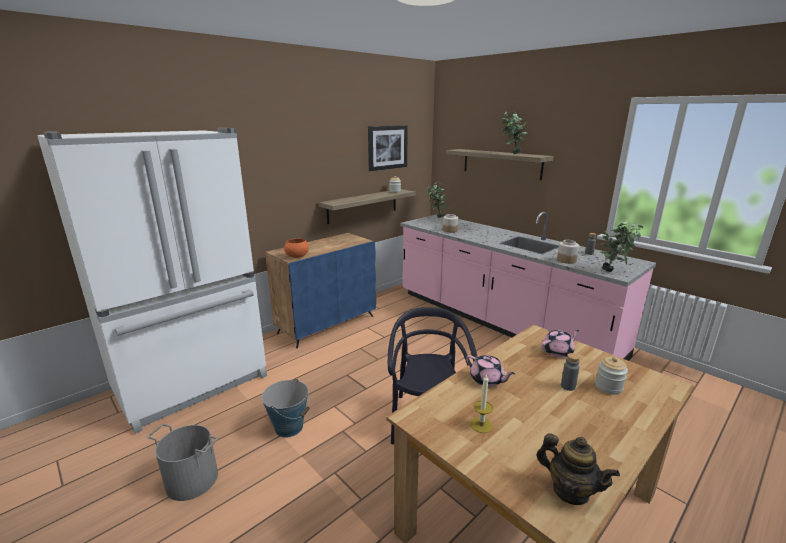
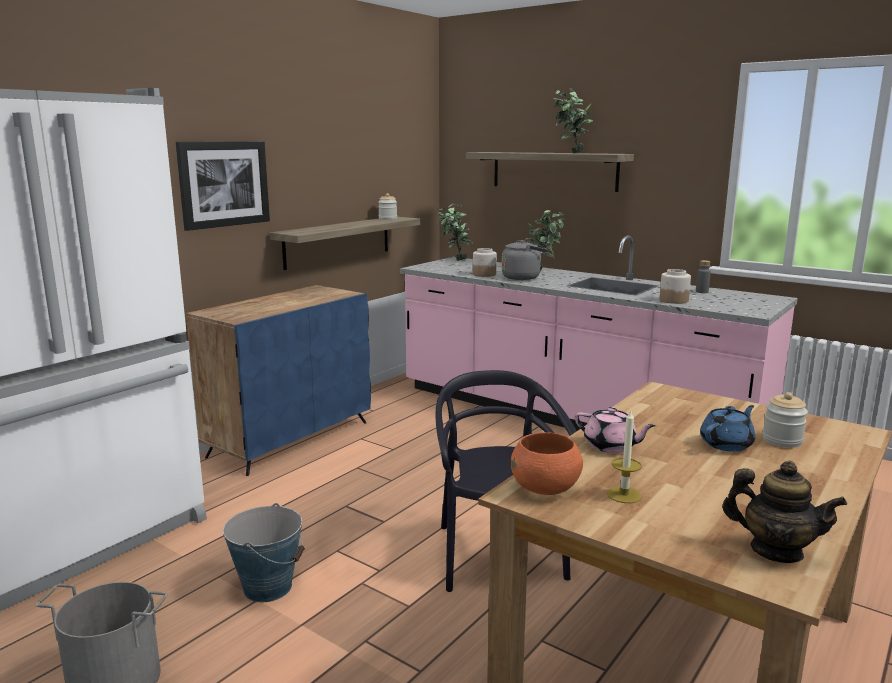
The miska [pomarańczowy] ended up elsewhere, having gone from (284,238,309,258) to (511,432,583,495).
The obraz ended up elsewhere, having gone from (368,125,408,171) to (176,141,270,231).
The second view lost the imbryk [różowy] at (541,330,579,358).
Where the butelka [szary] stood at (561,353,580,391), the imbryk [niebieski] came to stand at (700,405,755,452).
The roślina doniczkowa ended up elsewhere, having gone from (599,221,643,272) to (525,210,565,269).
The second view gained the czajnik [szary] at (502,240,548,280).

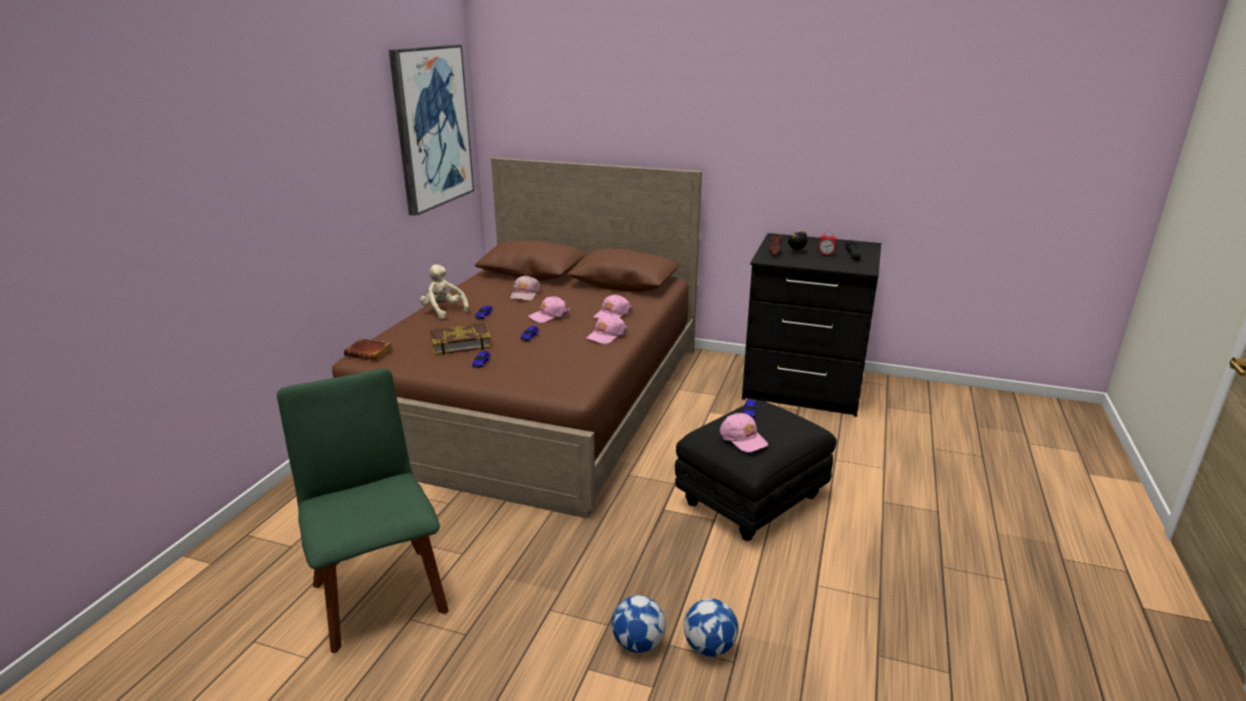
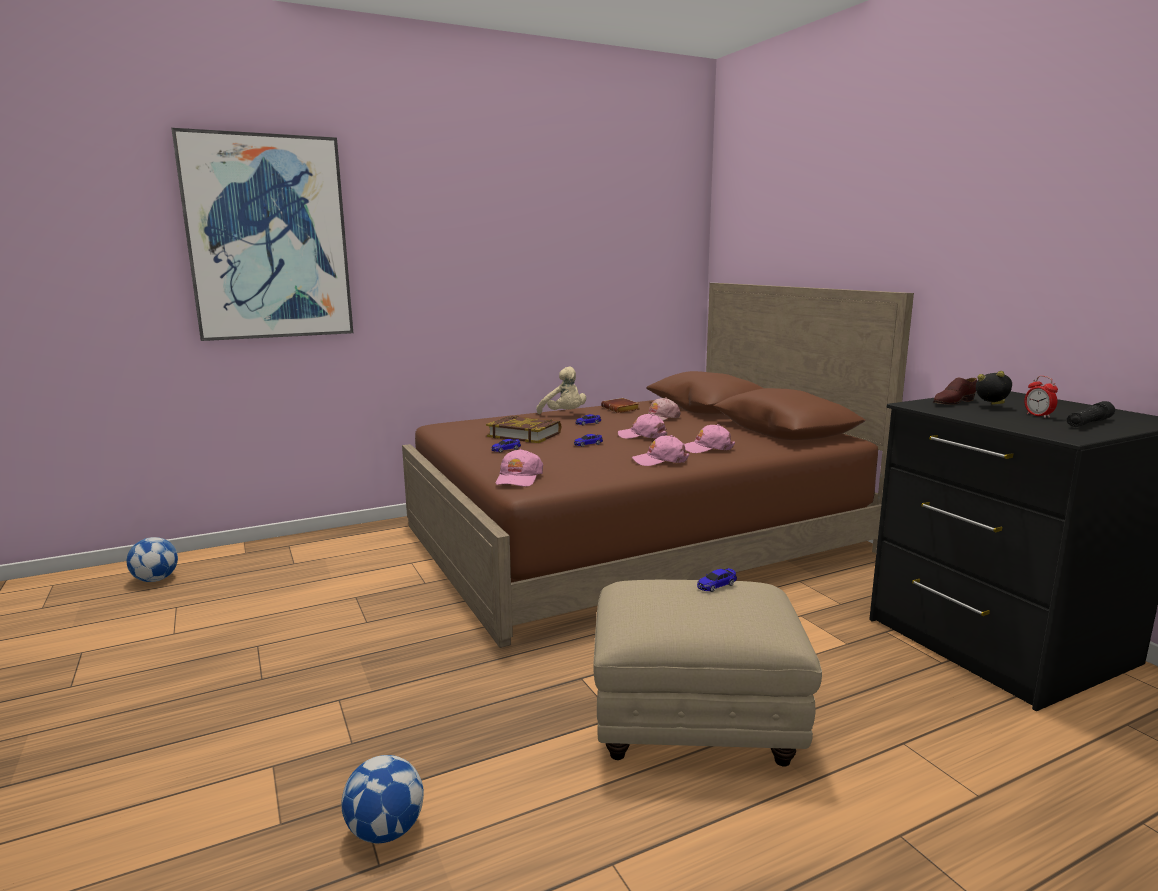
The second view lost the krzesło [zielony] at (277,368,449,653).
The książka [brązowy] ended up elsewhere, having gone from (344,338,393,361) to (601,398,639,413).
The obraz ended up elsewhere, having gone from (389,45,474,216) to (171,128,353,341).
The pluszak [beżowy] at (420,264,469,319) ended up facing another way, 135 degrees clockwise from before.
The piłka futbolowa ended up elsewhere, having gone from (612,595,666,653) to (126,537,178,582).
What was the pufa [czarny] at (675,400,837,541) turned into the pufa [beżowy] at (593,580,822,767).
The czapka z daszkiem [różowy] ended up elsewhere, having gone from (720,413,768,452) to (496,449,543,487).

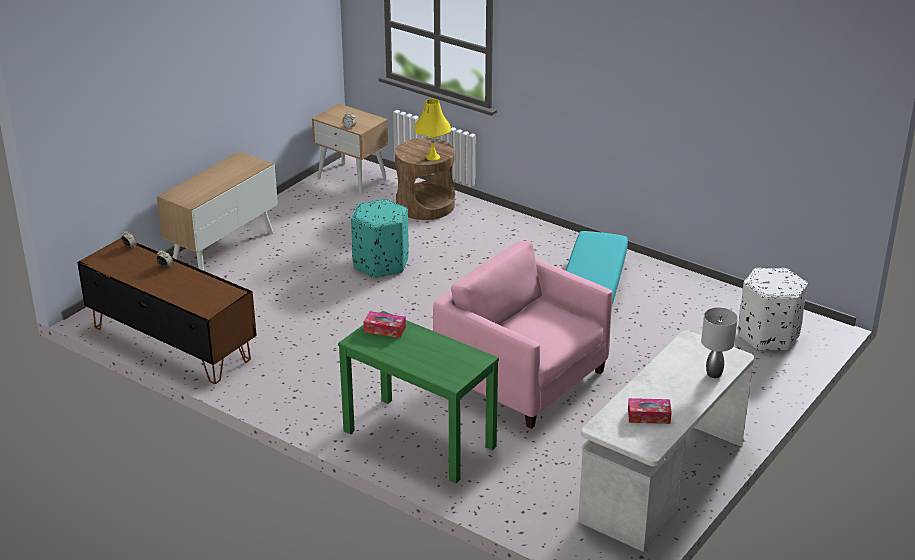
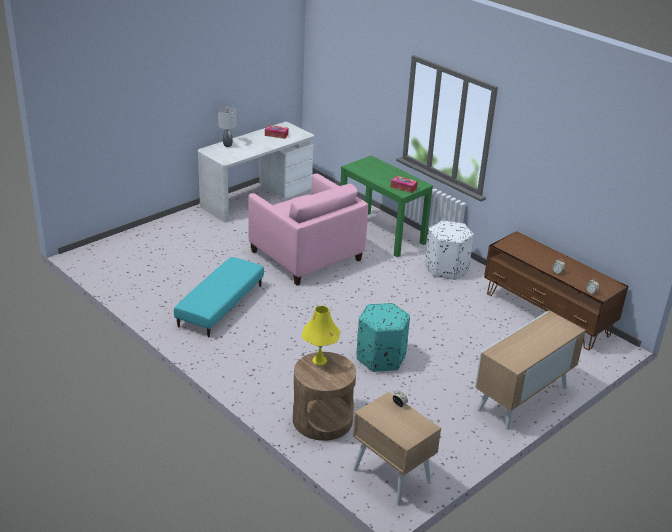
The pufa [biały] ended up elsewhere, having gone from (738,268,808,351) to (425,220,474,280).

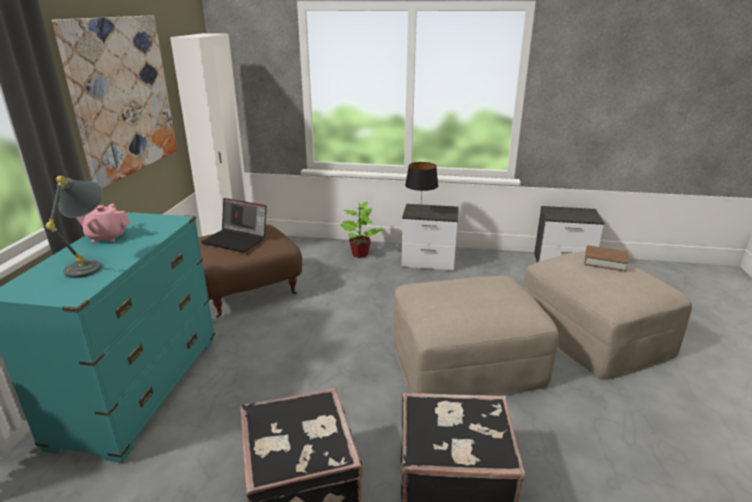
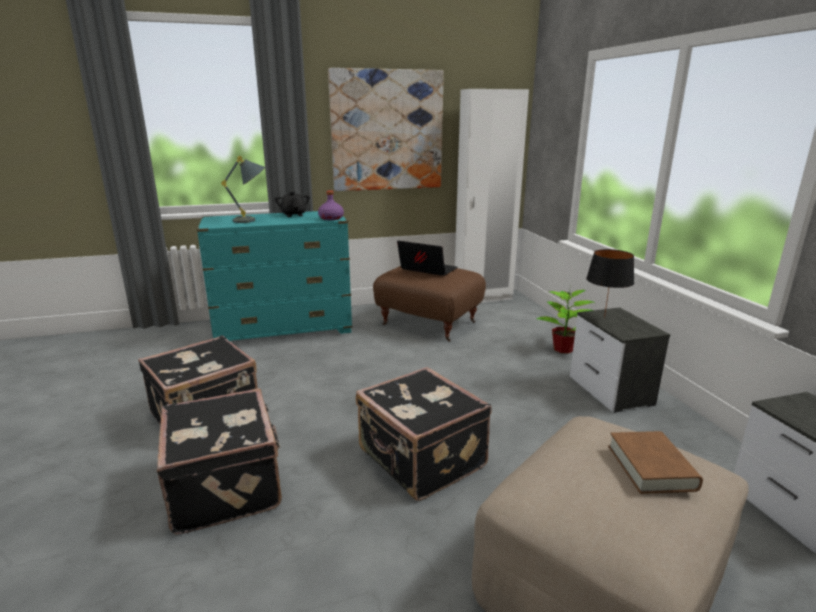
What was the imbryk [różowy] at (77,203,130,242) turned into the imbryk [czarny] at (275,191,310,217).
The laptop at (201,198,267,252) ended up facing another way, 120 degrees clockwise from before.
Where the pufa [beżowy] stood at (393,276,559,396), the walizka [czarny] came to stand at (356,367,492,501).
The second view gained the butelka [fioletowy] at (318,191,344,220).

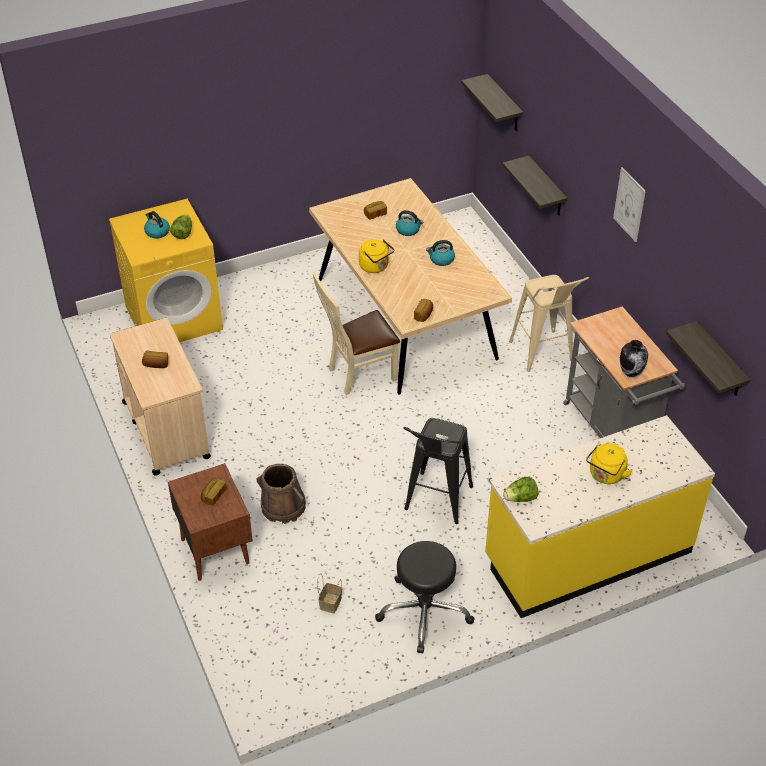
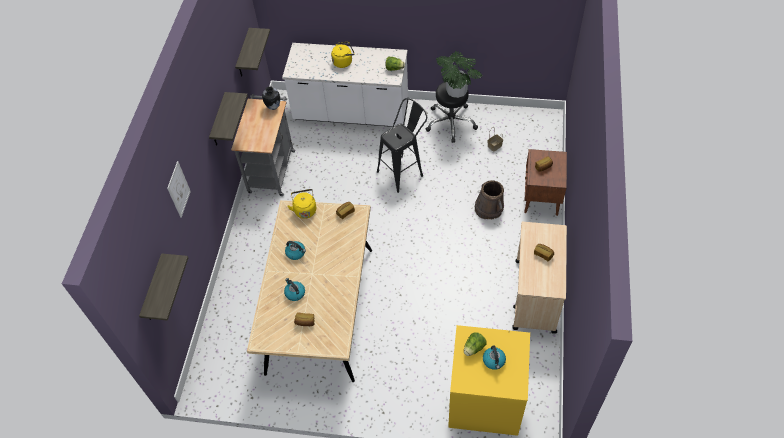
The second view lost the krzesło [beżowy] at (313,272,400,395).
The czajnik [żółty] ended up elsewhere, having gone from (359,239,394,273) to (287,189,316,219).
What was the zabudowa kuchenna [żółty] at (485,415,715,618) turned into the zabudowa kuchenna [biały] at (282,43,408,127).
The półka ended up elsewhere, having gone from (502,156,567,215) to (209,92,248,145).
The second view lost the stołek [beżowy] at (509,275,589,372).
The obraz ended up elsewhere, having gone from (613,167,646,242) to (167,161,191,218).
The second view gained the roślina doniczkowa at (436,51,483,98).

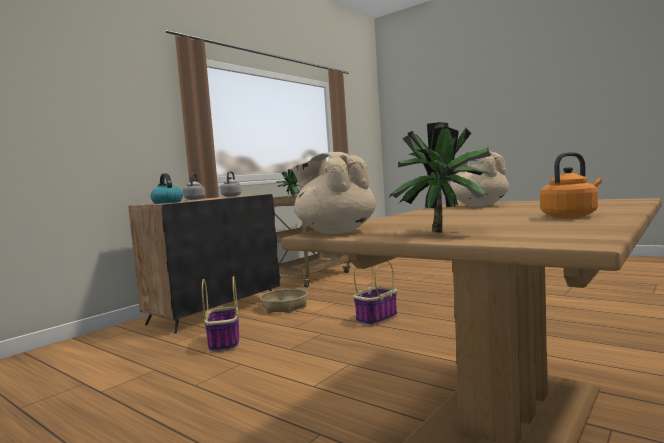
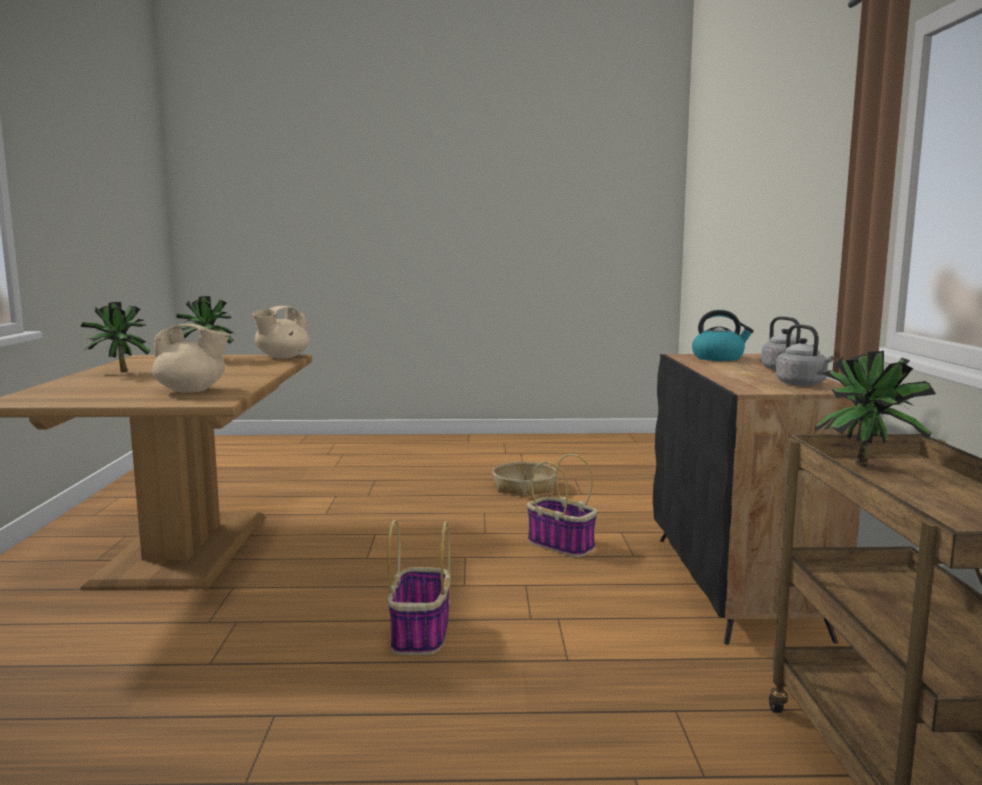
The koszyk ended up elsewhere, having gone from (260,288,308,313) to (492,462,556,497).
The imbryk [beżowy] at (292,152,376,234) ended up facing another way, 120 degrees clockwise from before.
Where the czajnik [pomarańczowy] stood at (540,152,602,218), the roślina doniczkowa came to stand at (81,302,150,372).

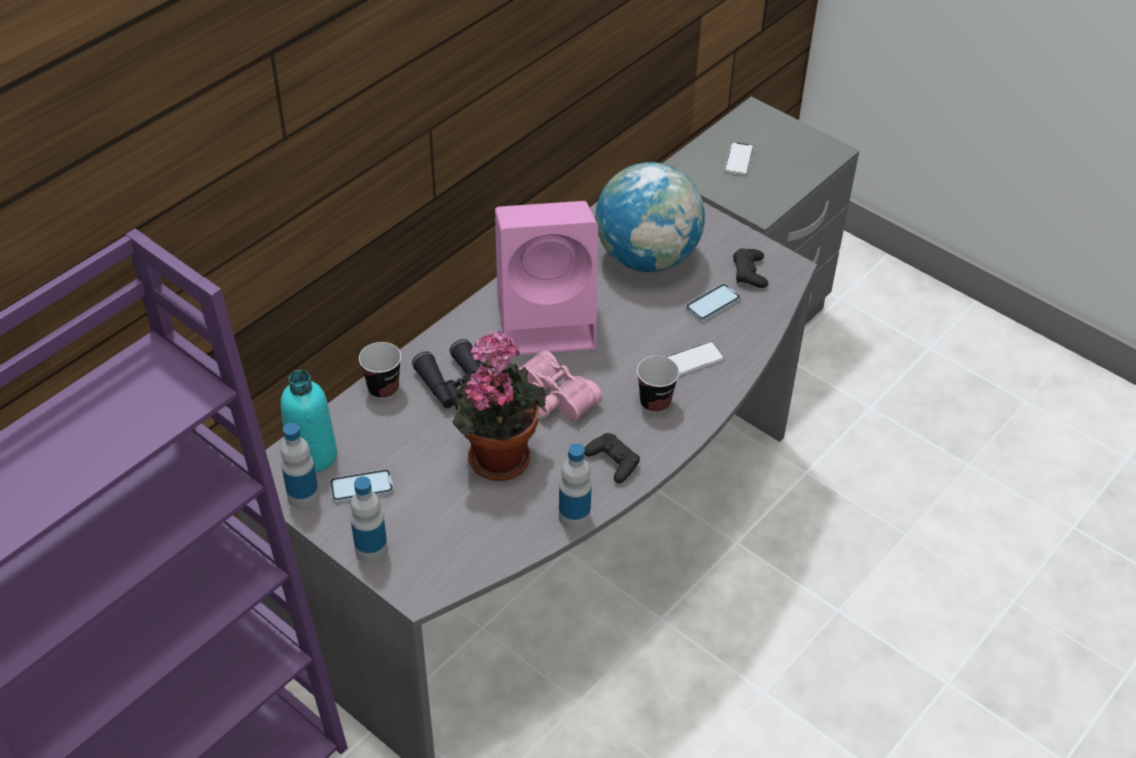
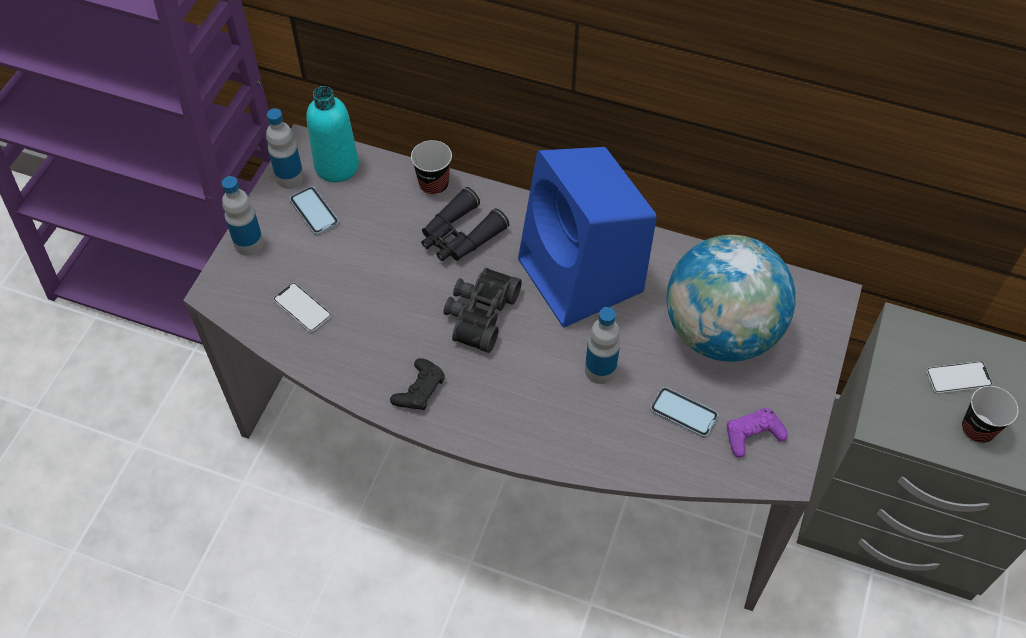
The second view lost the roślina doniczkowa at (452,331,546,481).
What was the głośnik [różowy] at (495,201,598,355) turned into the głośnik [niebieski] at (518,147,657,328).
What was the lornetka [różowy] at (518,350,602,422) turned into the lornetka [czarny] at (444,268,522,353).
The butelka ended up elsewhere, having gone from (559,443,592,530) to (585,307,620,384).
The filiżanka ended up elsewhere, having gone from (637,356,679,413) to (962,386,1018,443).
The telefon ended up elsewhere, having gone from (666,341,725,376) to (273,283,332,332).
What was the pad do gier [czarny] at (733,248,768,288) turned into the pad do gier [fioletowy] at (727,408,788,458).

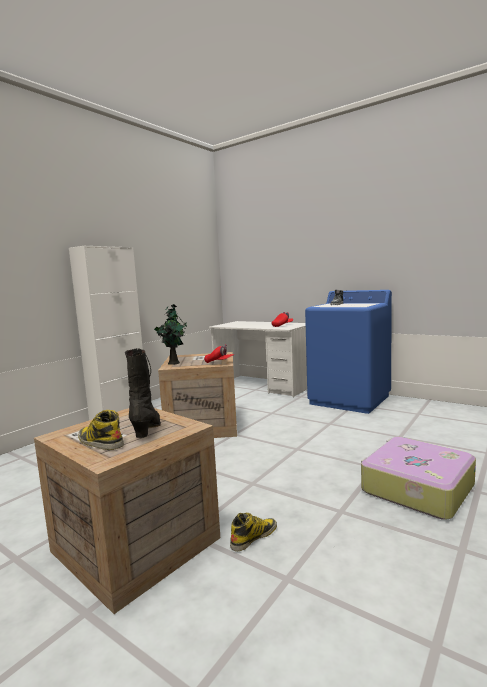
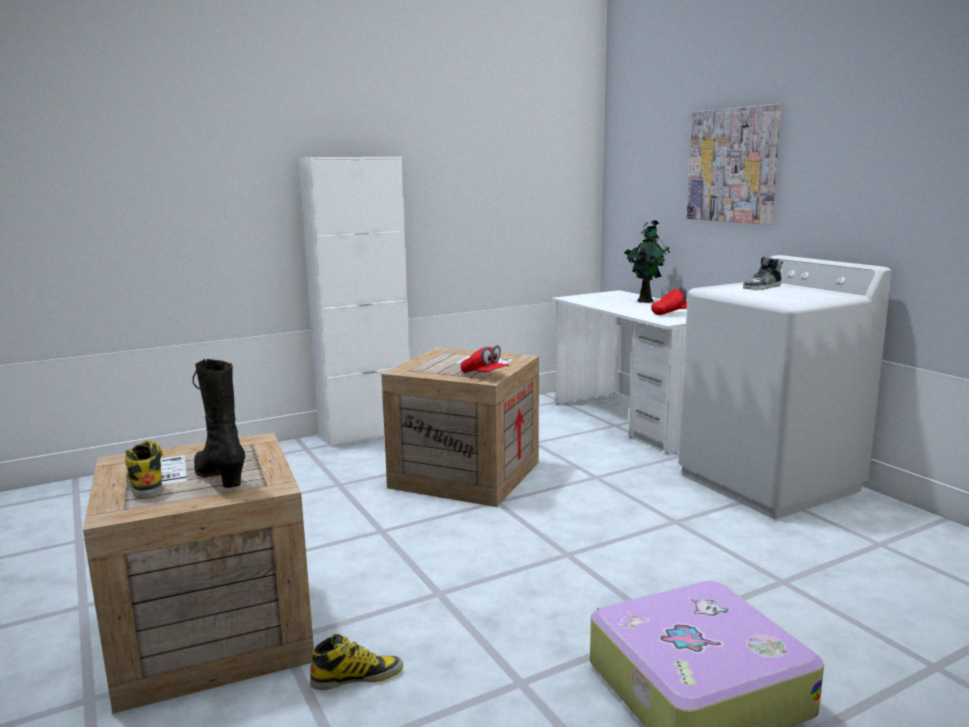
The but z cholewką [czarny] at (125,348,161,438) ended up facing another way, 60 degrees counterclockwise from before.
The roślina doniczkowa ended up elsewhere, having gone from (154,304,187,365) to (624,220,670,303).
What was the pralka [niebieski] at (305,290,392,414) turned into the pralka [biały] at (678,255,892,519).
The second view gained the obraz at (687,104,782,224).

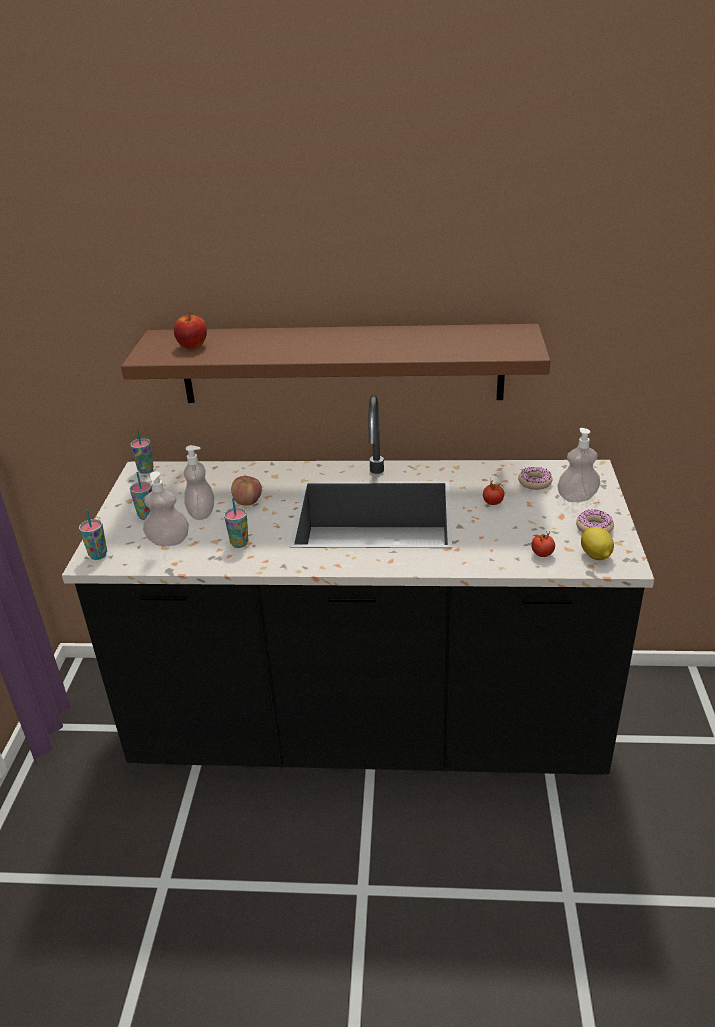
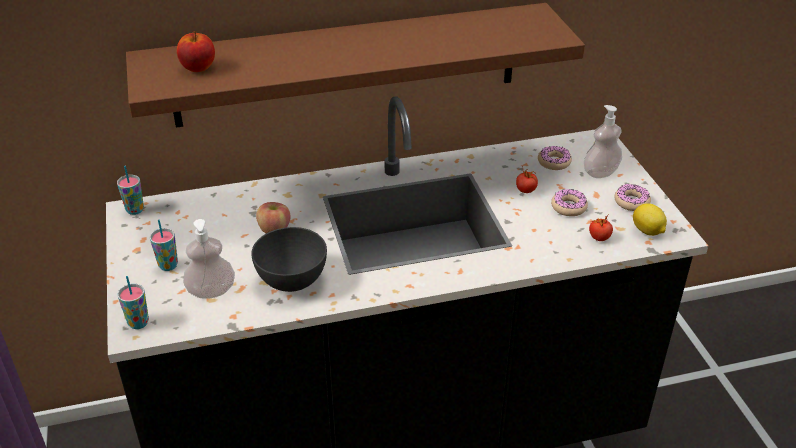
The second view lost the dozownik mydła at (184,445,214,520).
Where the filiżanka stood at (224,498,248,548), the miska [szary] came to stand at (251,227,327,292).
The second view gained the donut at (551,189,588,216).

